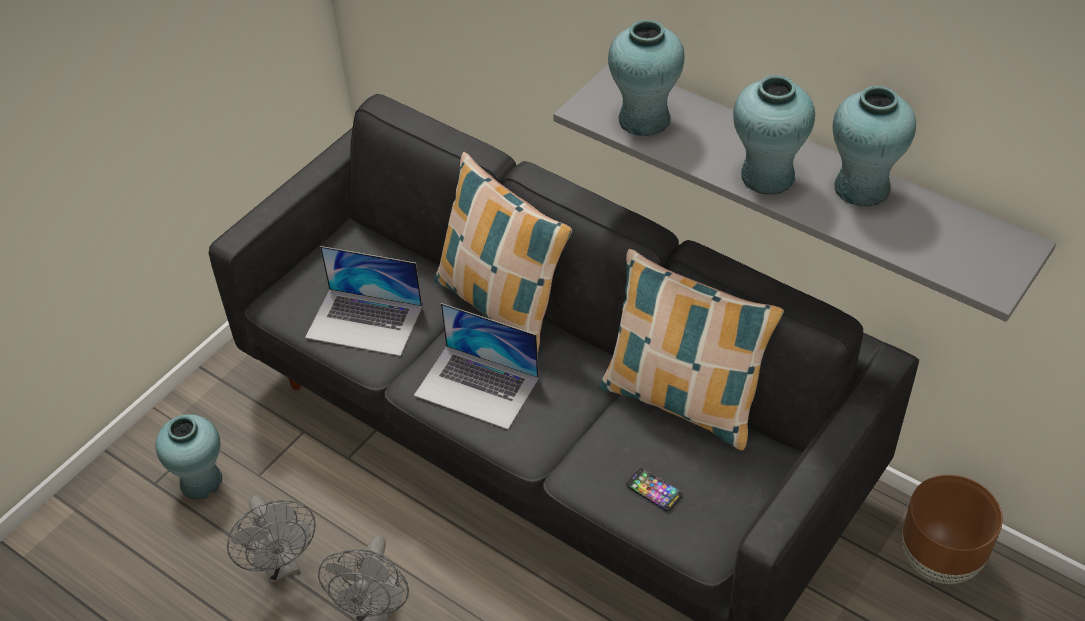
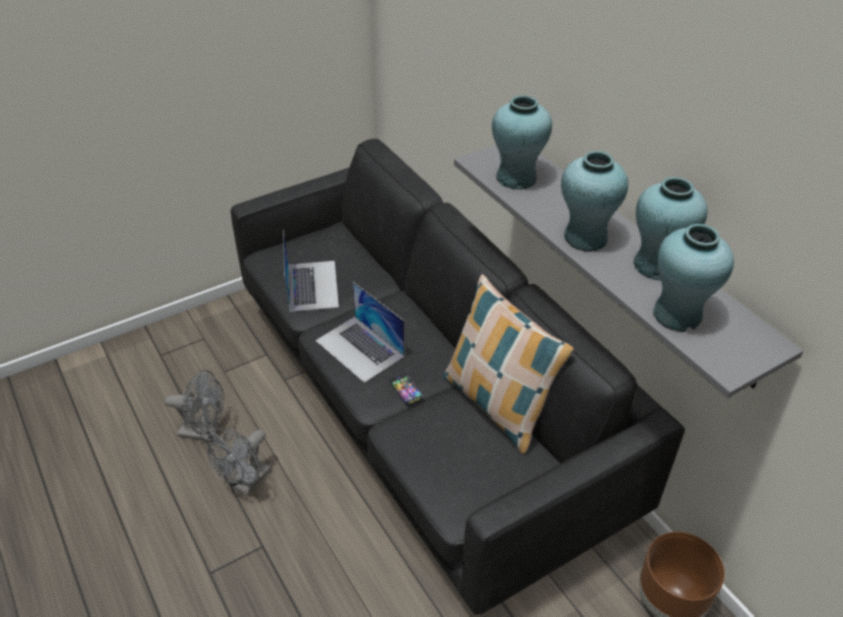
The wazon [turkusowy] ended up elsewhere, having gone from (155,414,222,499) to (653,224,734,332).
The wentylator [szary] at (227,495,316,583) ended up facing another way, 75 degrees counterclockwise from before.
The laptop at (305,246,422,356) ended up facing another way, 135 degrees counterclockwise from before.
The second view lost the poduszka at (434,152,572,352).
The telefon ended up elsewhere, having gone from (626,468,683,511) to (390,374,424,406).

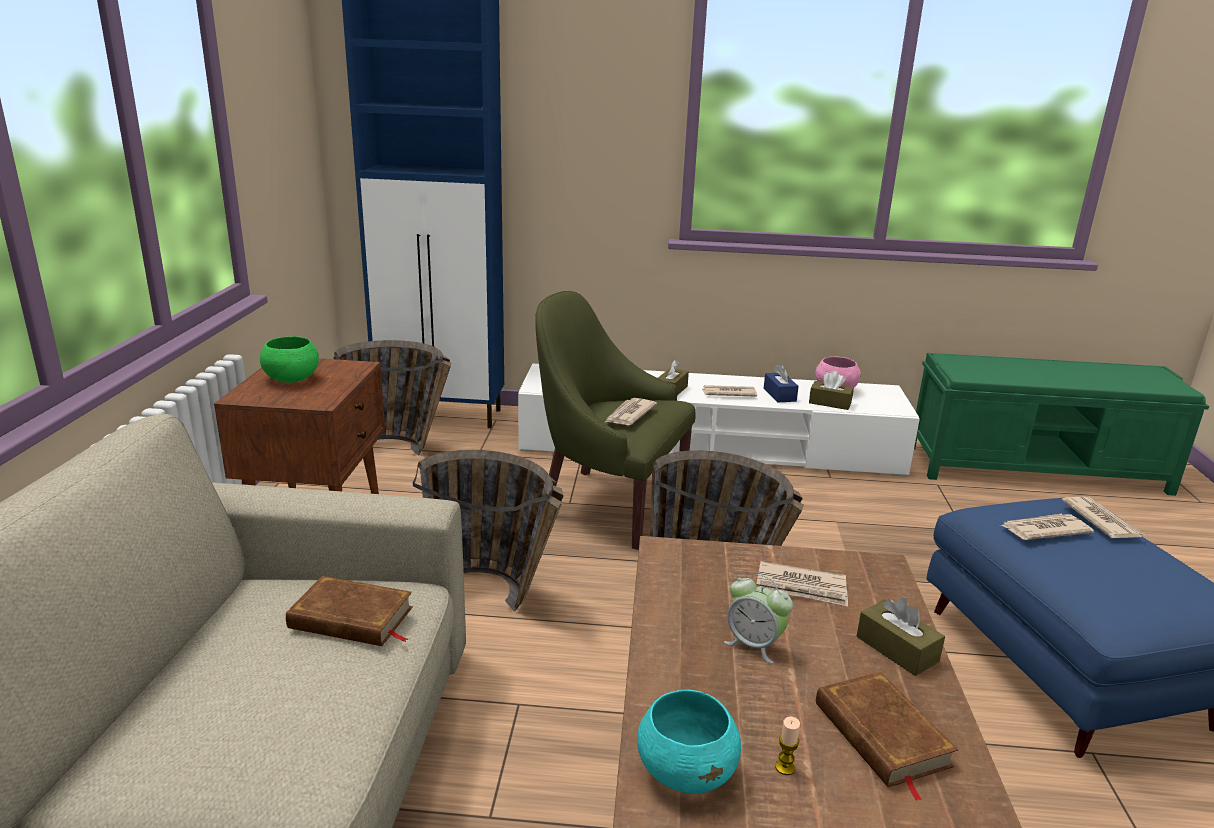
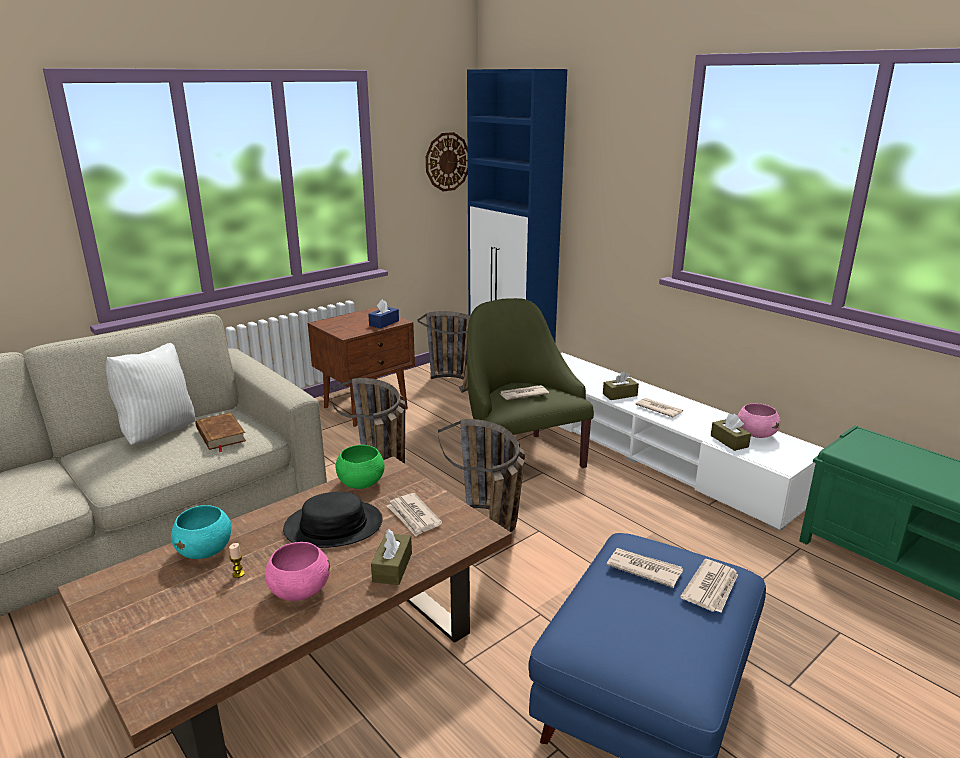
The miska [zielony] ended up elsewhere, having gone from (260,336,319,383) to (336,445,385,489).
Where the budzik stood at (724,574,793,663), the kapelusz [czarny] came to stand at (283,492,382,548).
The pudełko chusteczek [niebieski] ended up elsewhere, having gone from (764,364,799,402) to (368,299,399,328).
Where the książka [brązowy] stood at (816,672,959,801), the miska [różowy] came to stand at (265,542,330,601).
The second view gained the poduszka [biały] at (106,343,195,445).
The second view gained the zegar ścienny at (426,132,468,192).

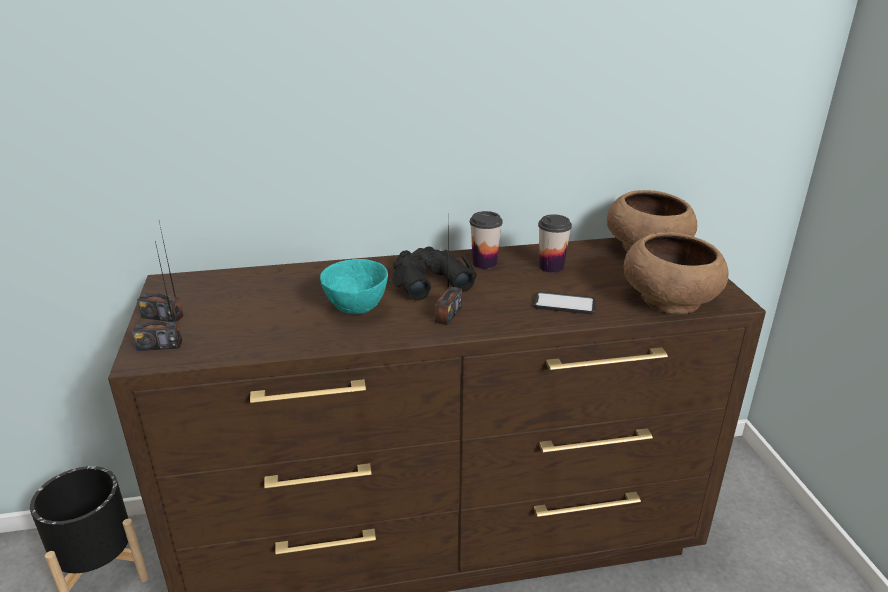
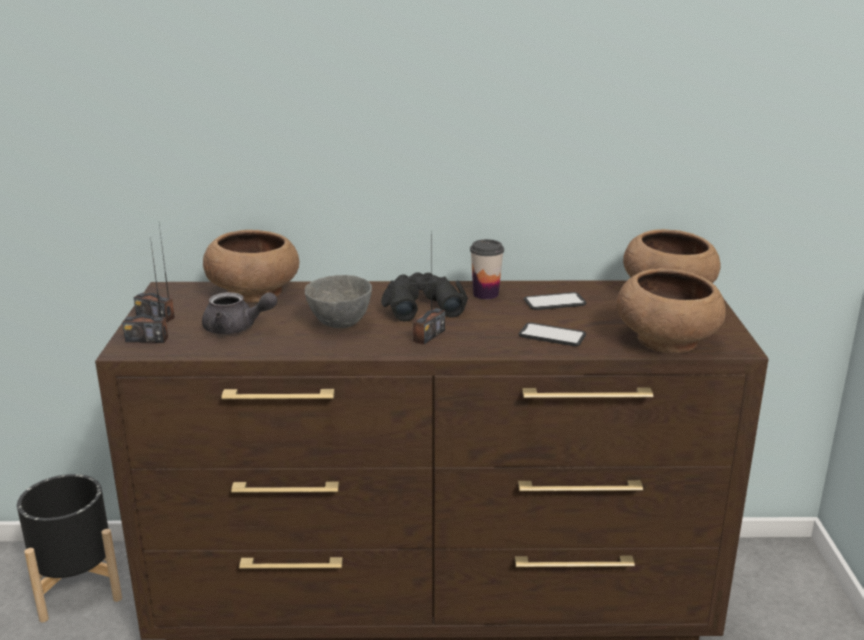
What was the miska [turkusowy] at (320,259,388,314) turned into the miska [szary] at (305,275,372,328).
Where the filiżanka stood at (538,215,572,273), the telefon came to stand at (524,292,586,310).
The second view gained the imbryk [szary] at (202,292,277,334).
The second view gained the miska [brązowy] at (203,230,299,303).

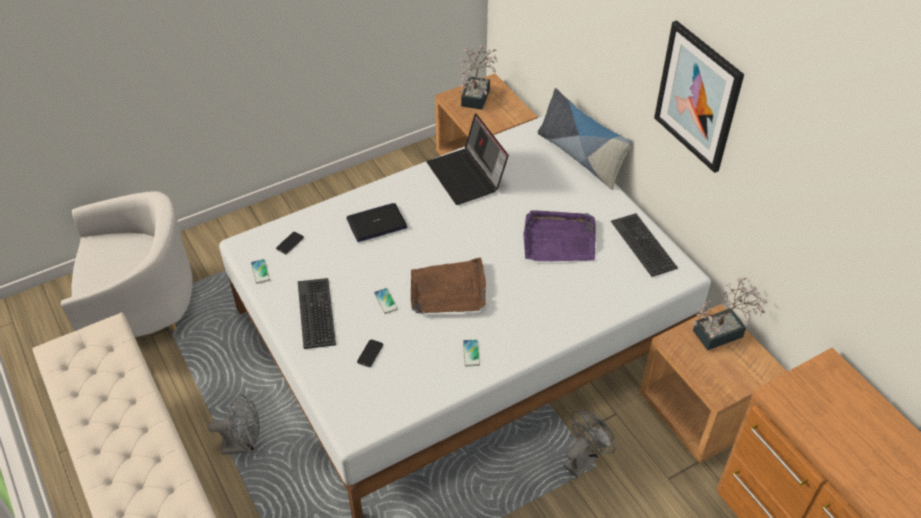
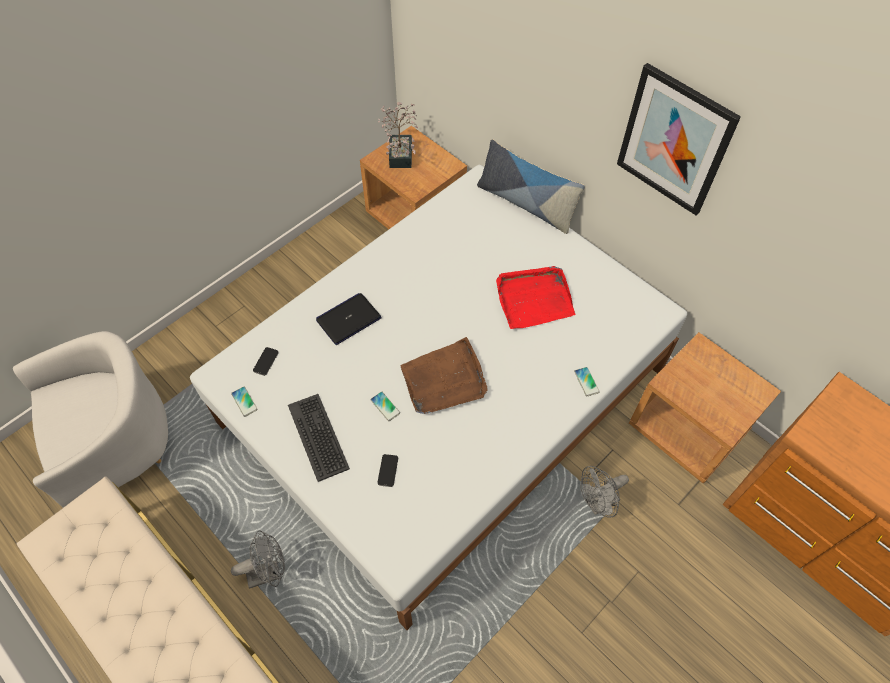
The second view lost the laptop at (427,113,509,205).
The telefon ended up elsewhere, having gone from (463,340,480,366) to (574,367,599,396).
What was the taca [fioletowy] at (523,210,596,261) turned into the taca [czerwony] at (496,266,575,329).
The wentylator [szary] at (563,411,615,478) ended up facing another way, 150 degrees counterclockwise from before.
The second view lost the klawiatura at (611,213,678,277).
The second view lost the roślina doniczkowa at (693,277,767,350).

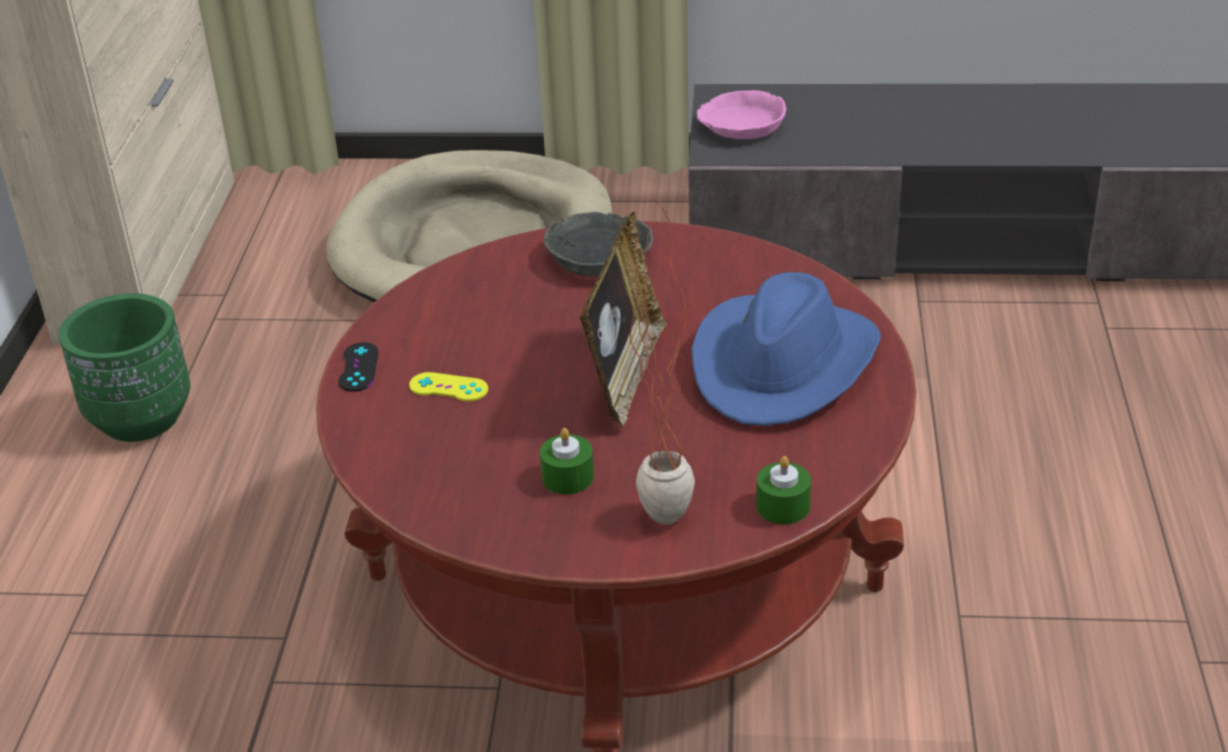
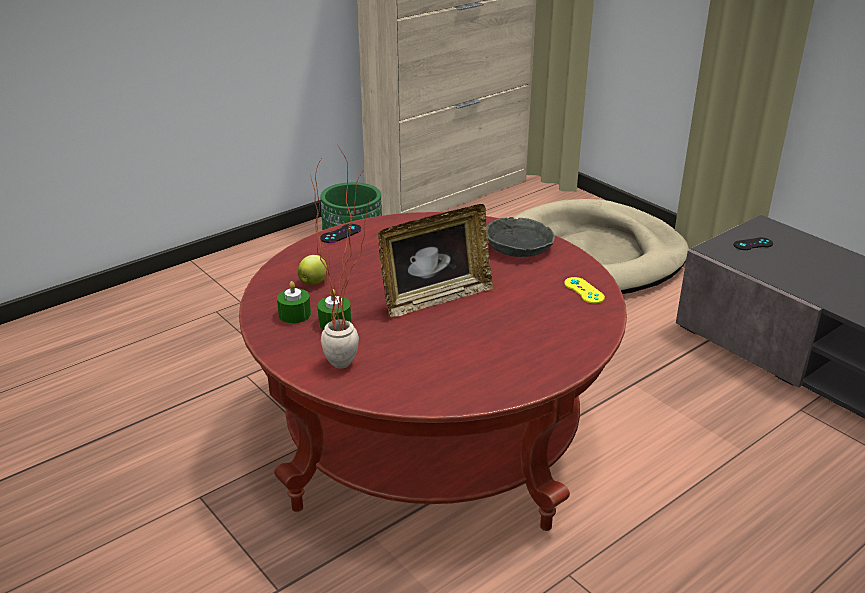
The pad do gier [żółty] ended up elsewhere, having gone from (409,372,488,401) to (564,277,605,304).
The second view lost the kapelusz [niebieski] at (691,272,880,426).
Where the miska [różowy] stood at (697,90,786,139), the pad do gier [czarny] came to stand at (734,237,773,250).
The świeca [zielony] ended up elsewhere, having gone from (756,456,811,524) to (277,281,311,323).
The second view gained the jabłko at (298,255,328,284).

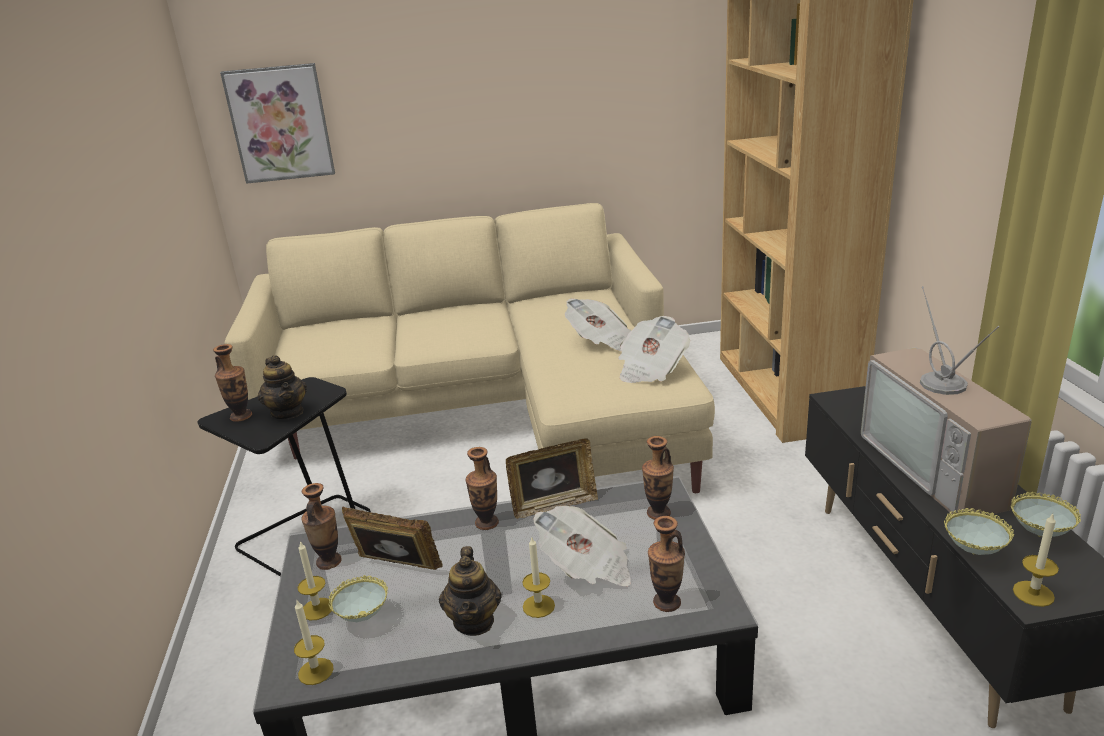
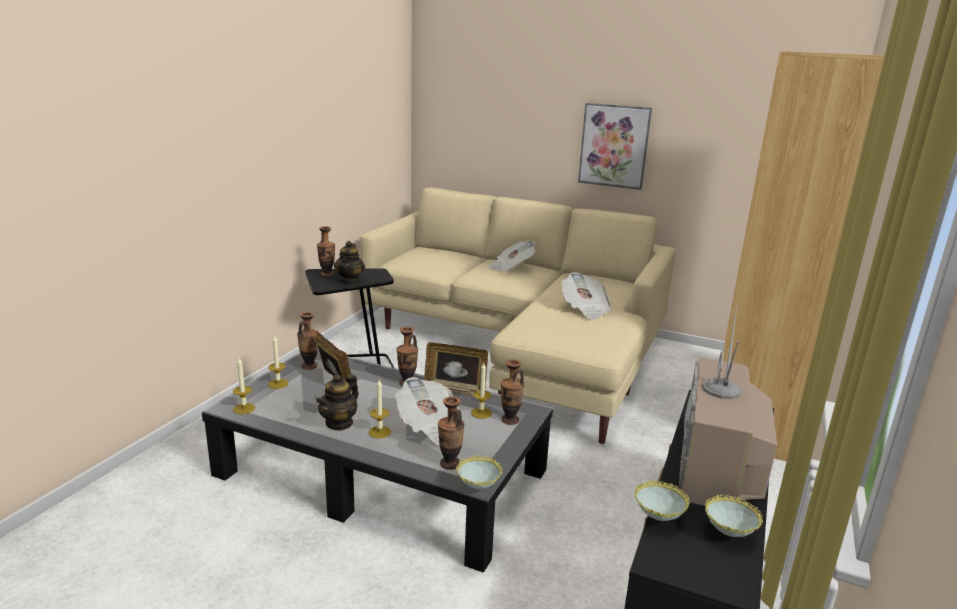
The obraz ended up elsewhere, having gone from (220,63,335,184) to (578,103,652,190).
The miska ended up elsewhere, having gone from (328,575,388,622) to (456,455,503,490).
The gazeta ended up elsewhere, having gone from (618,316,690,383) to (488,241,536,272).
The świeca ended up elsewhere, having gone from (1013,513,1059,607) to (471,363,492,419).

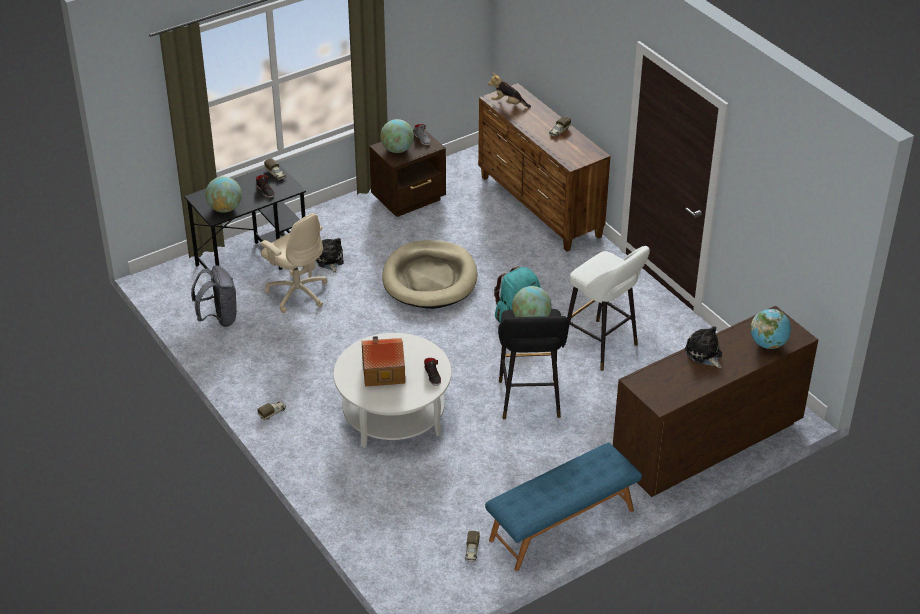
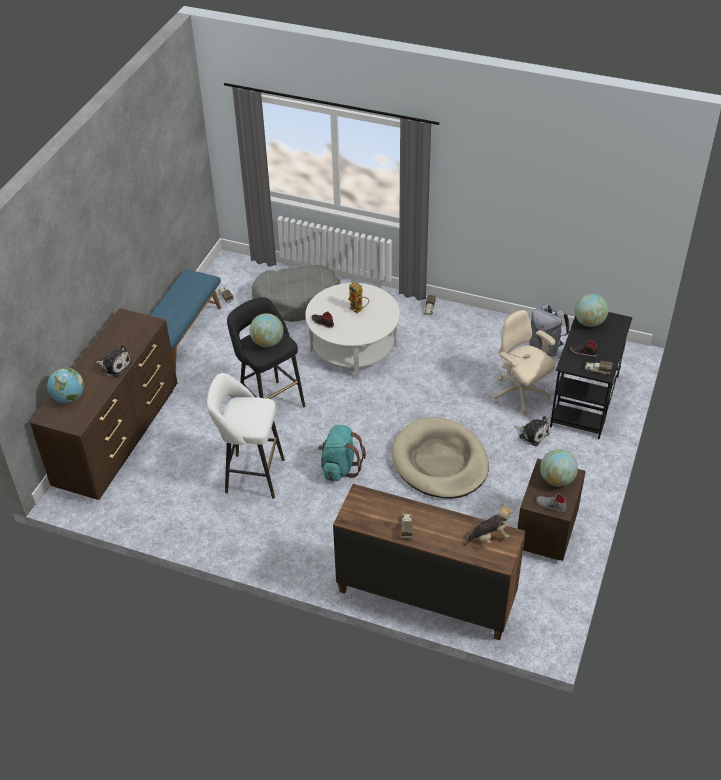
The krzesło biurowe [beżowy] at (260,213,328,313) ended up facing another way, 45 degrees clockwise from before.
Where the domek stood at (362,336,405,387), the robot zabawkowy came to stand at (348,281,369,313).
The second view gained the legowisko [szary] at (252,265,340,322).

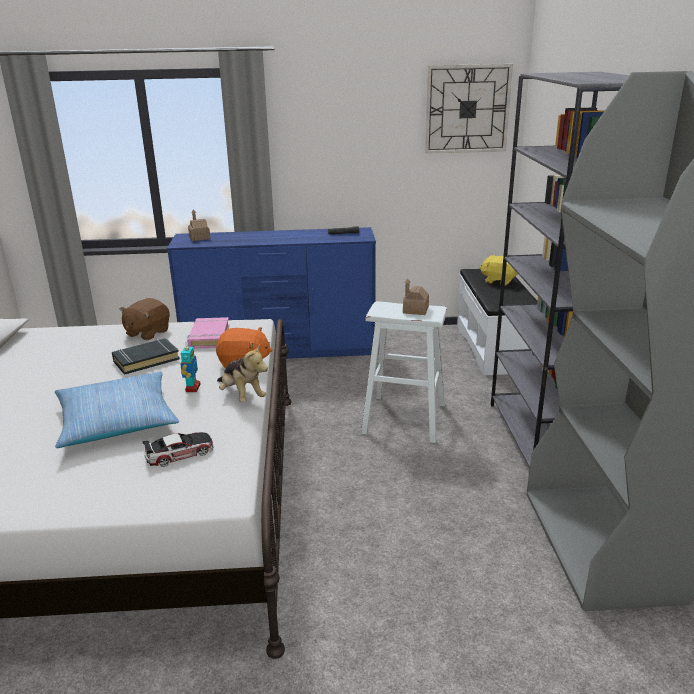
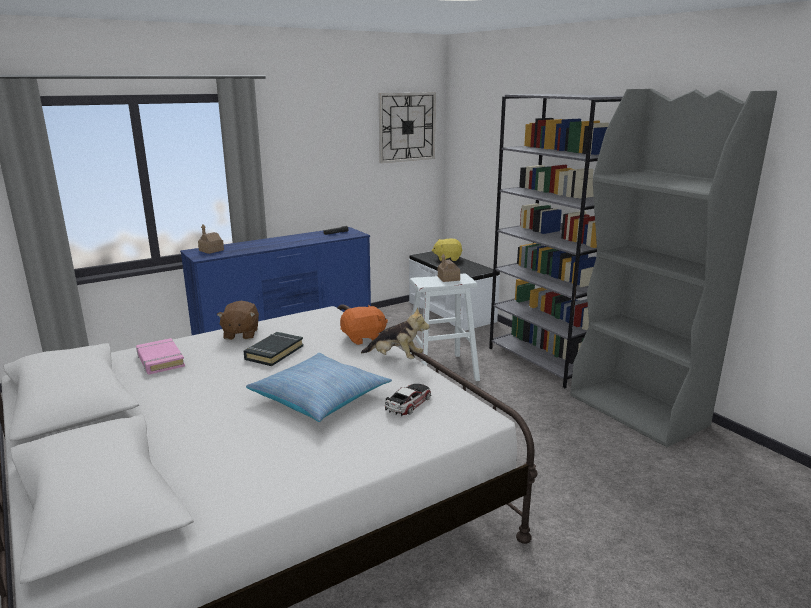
The second view lost the robot zabawkowy at (180,342,200,392).
The książka [różowy] ended up elsewhere, having gone from (187,317,229,349) to (136,338,185,375).

